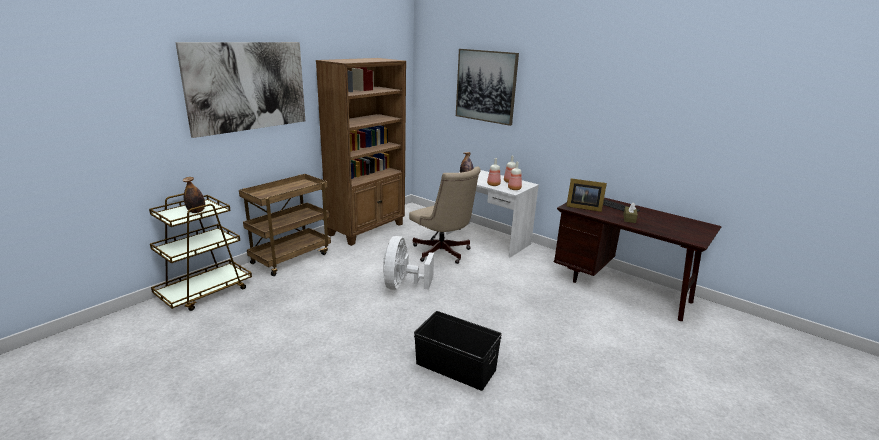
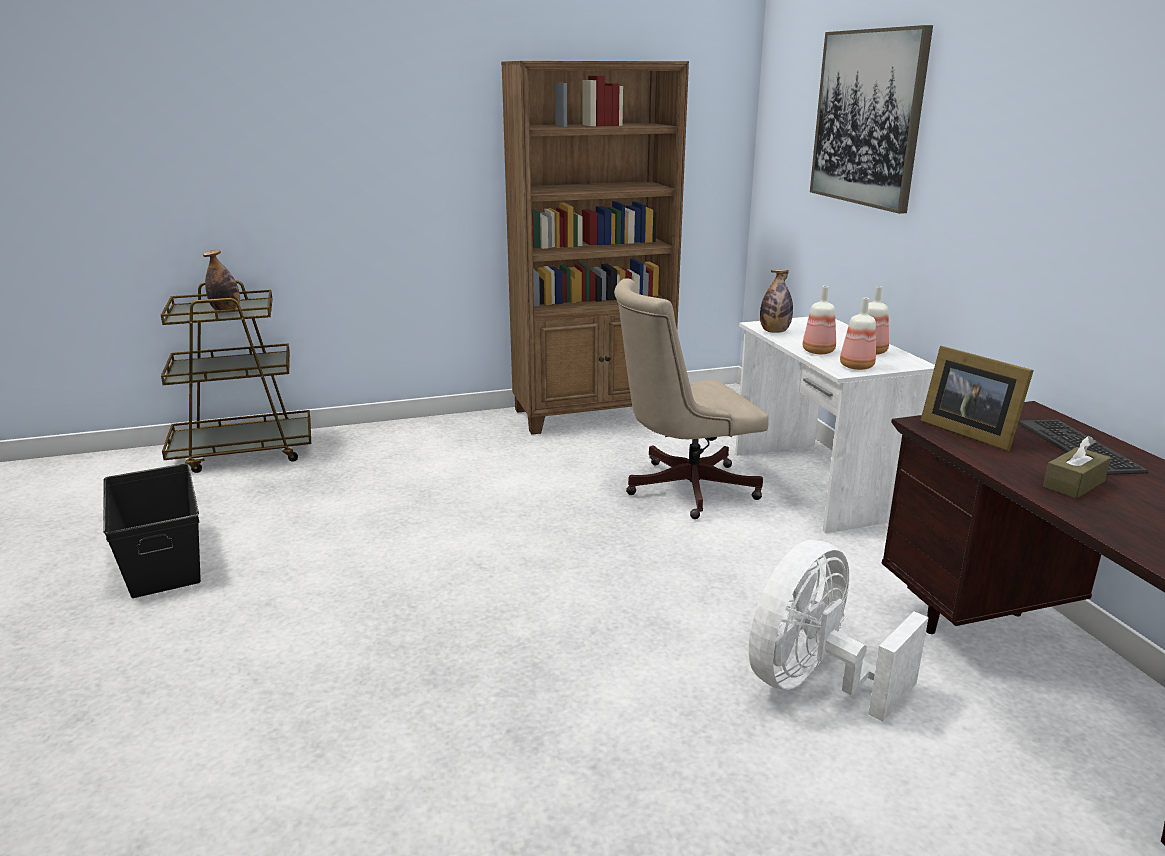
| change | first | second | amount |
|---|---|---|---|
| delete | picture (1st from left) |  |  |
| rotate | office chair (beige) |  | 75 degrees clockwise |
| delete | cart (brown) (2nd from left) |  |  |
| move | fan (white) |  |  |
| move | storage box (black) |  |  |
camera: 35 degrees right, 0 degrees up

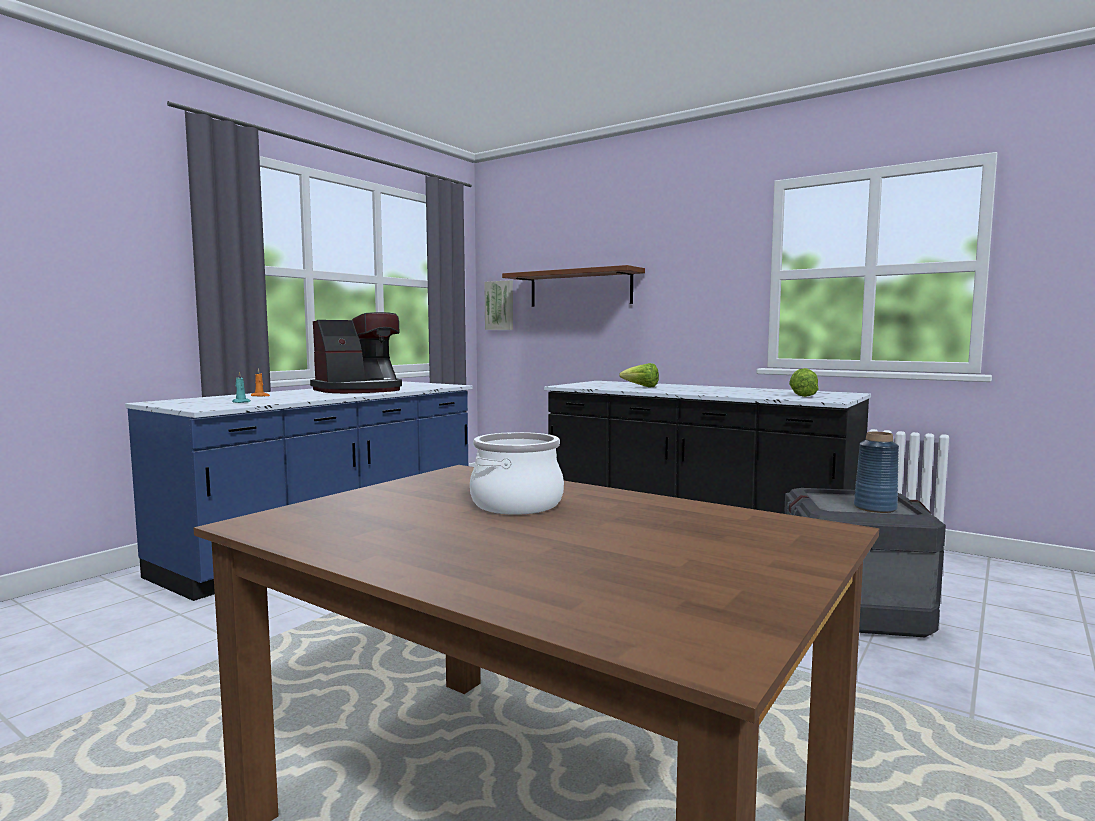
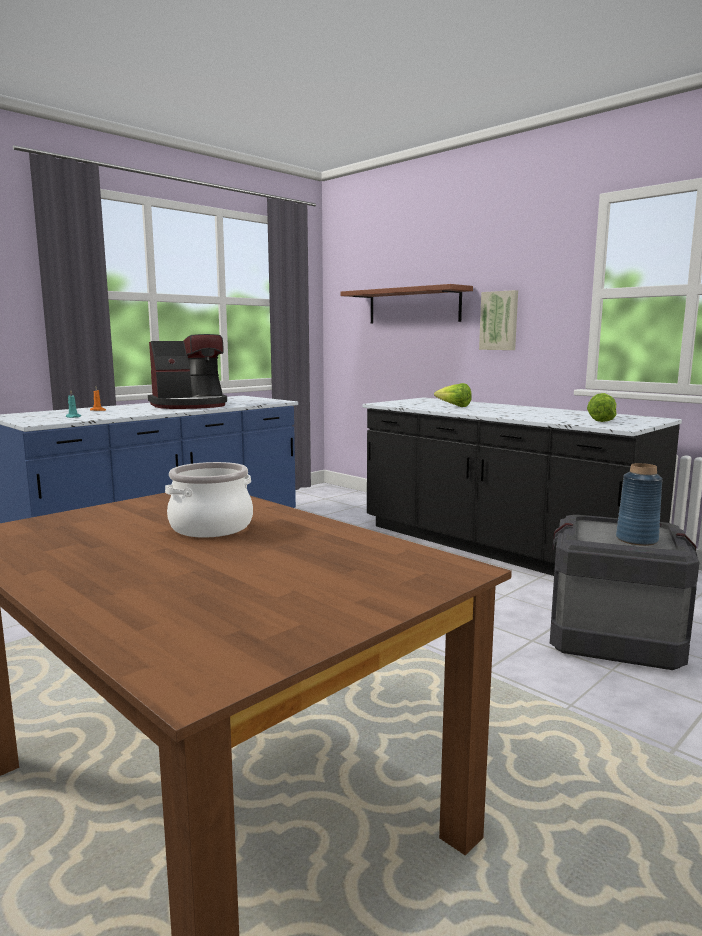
| change | first | second | amount |
|---|---|---|---|
| move | picture |  |  |
camera: 10 degrees right, 5 degrees up

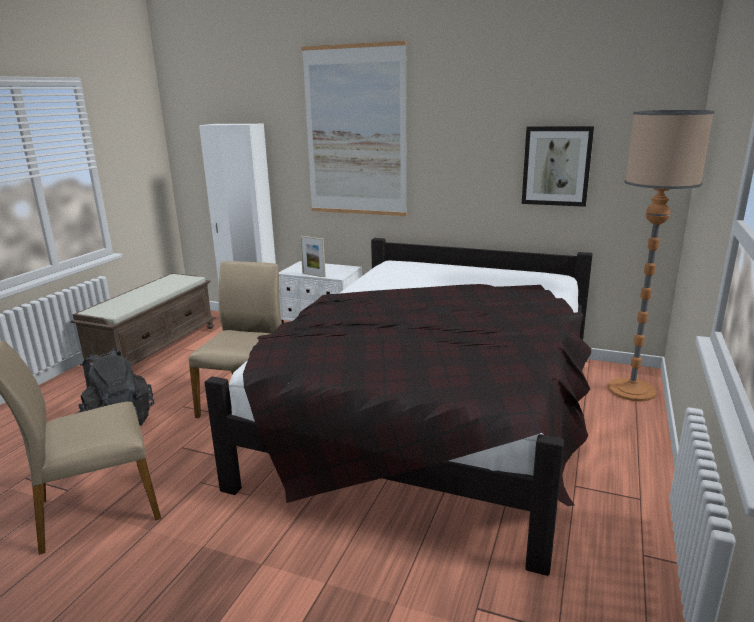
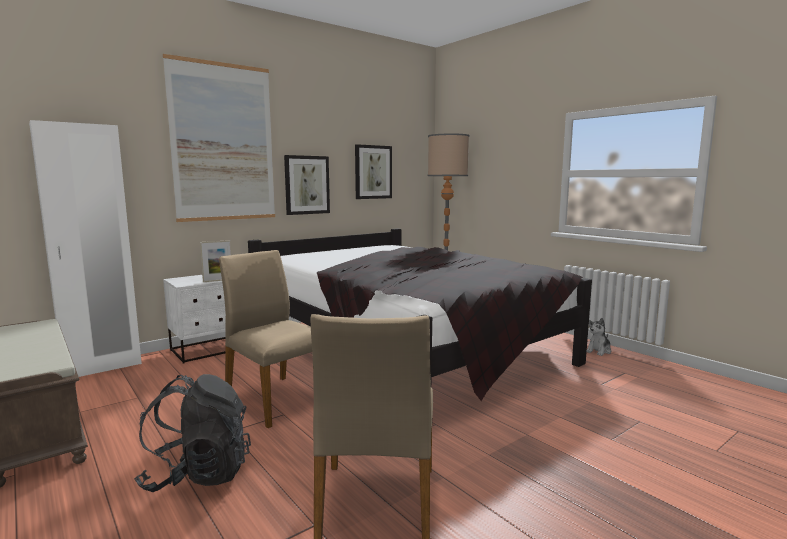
| change | first | second | amount |
|---|---|---|---|
| insert |  | picture (2nd from left) |  |
| insert |  | plush toy |  |
camera: 60 degrees left, 10 degrees down

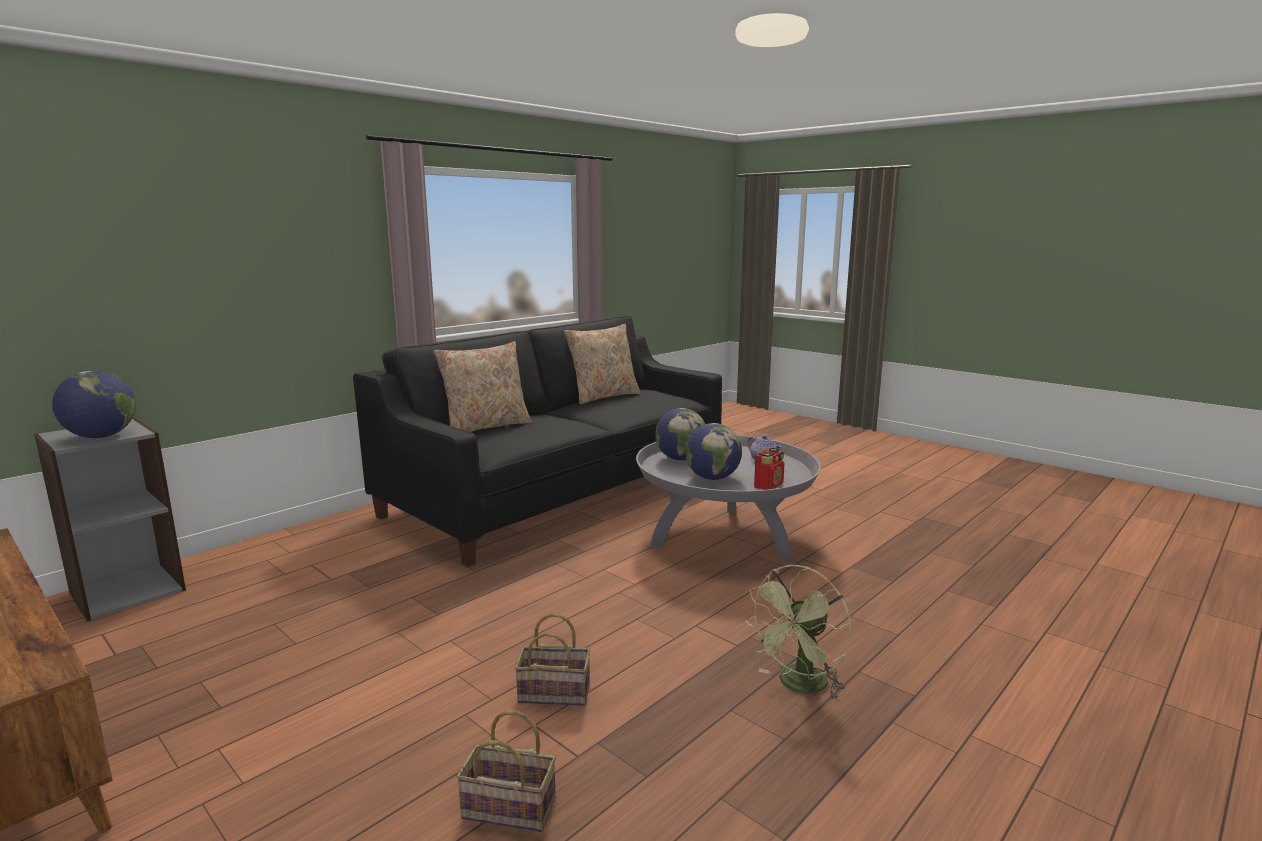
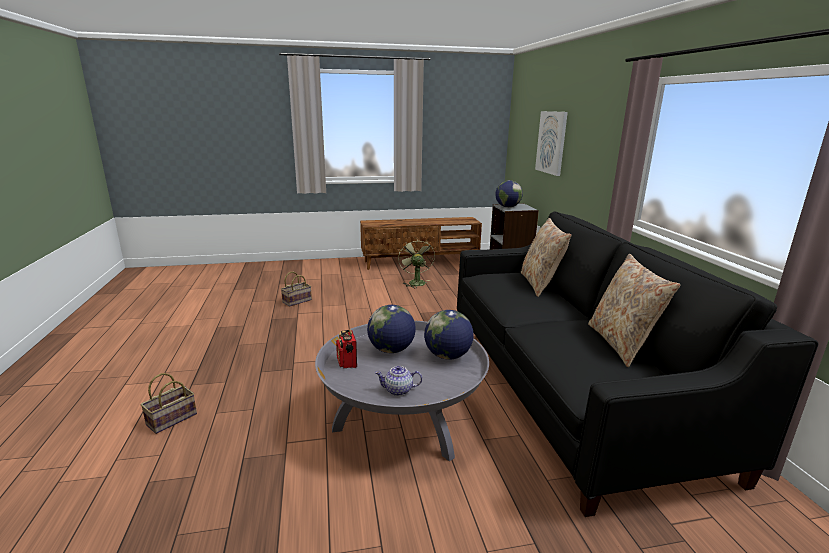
| change | first | second | amount |
|---|---|---|---|
| move | fan (green) |  |  |
| move | basket (2nd from left in the first image) | basket (1st from left) |  |
| insert |  | picture |  |
camera: 125 degrees right, 5 degrees up

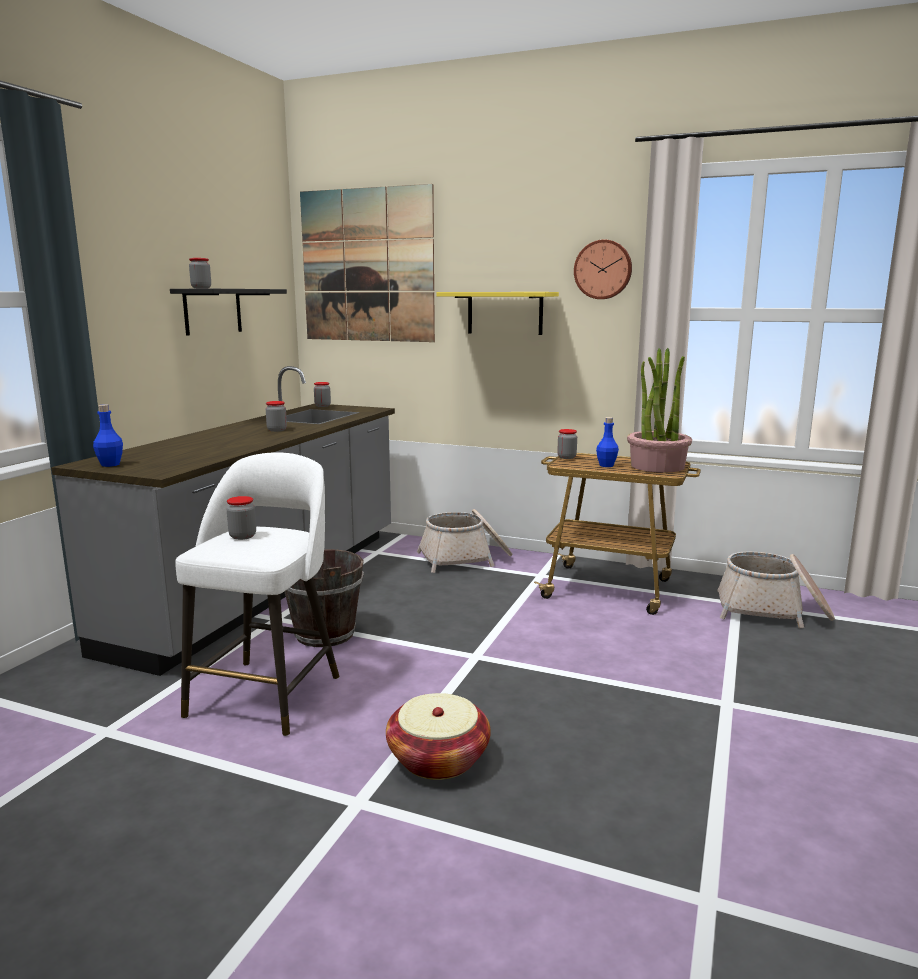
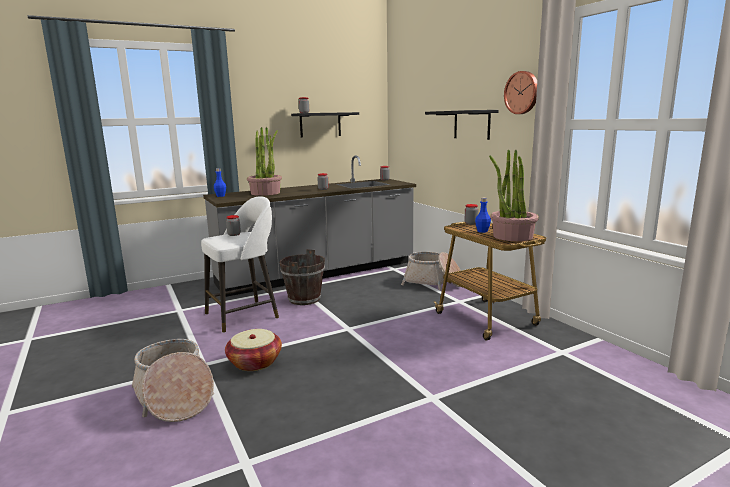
| change | first | second | amount |
|---|---|---|---|
| delete | picture |  |  |
| recolor | shelf (yellow) | shelf (black) (2nd from left) |  |
| move | basket (3rd from left in the first image) | basket (1st from left) |  |
| insert |  | potted plant (1st from left) |  |
camera: 40 degrees right, 0 degrees up

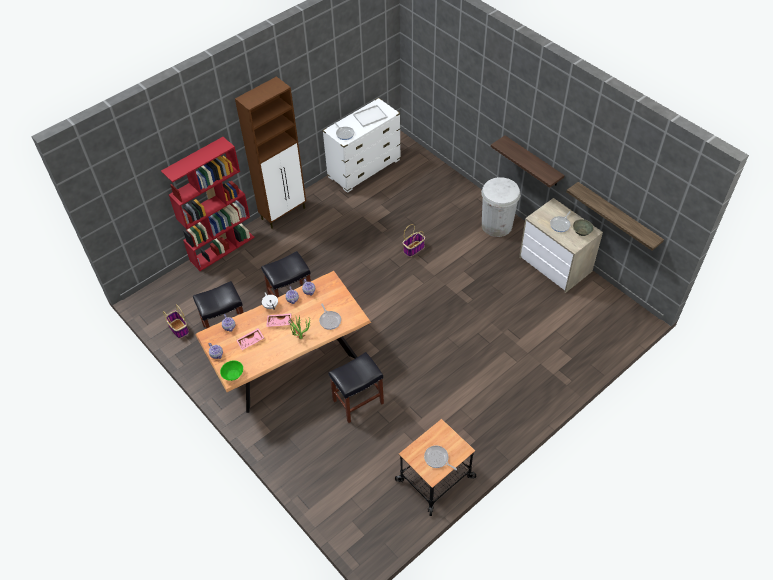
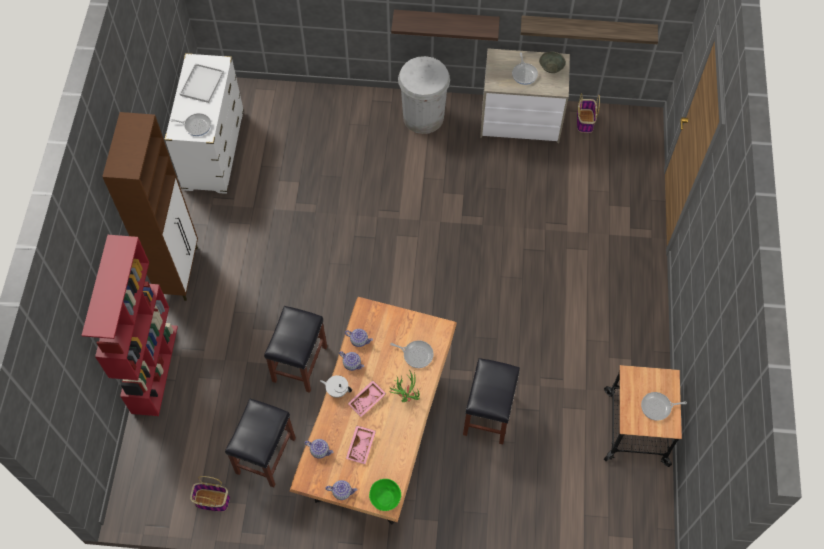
| change | first | second | amount |
|---|---|---|---|
| move | basket (2nd from left) |  |  |
camera: 45 degrees left, 10 degrees up

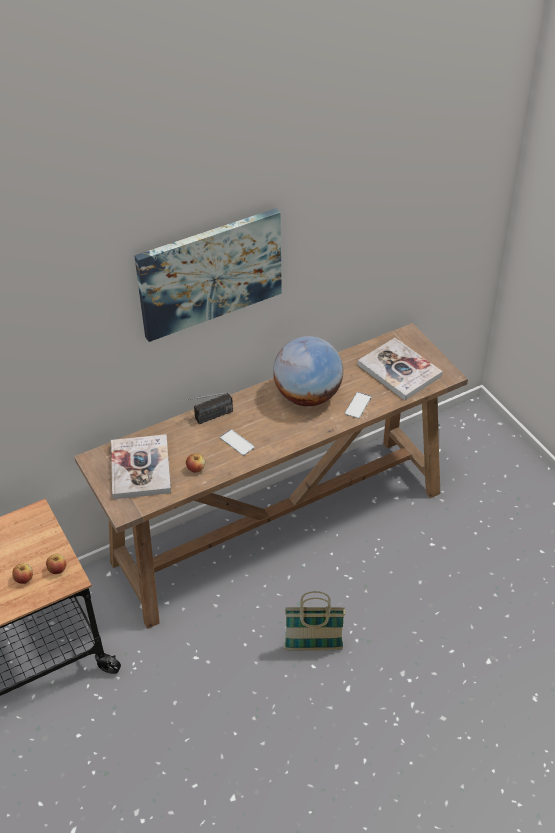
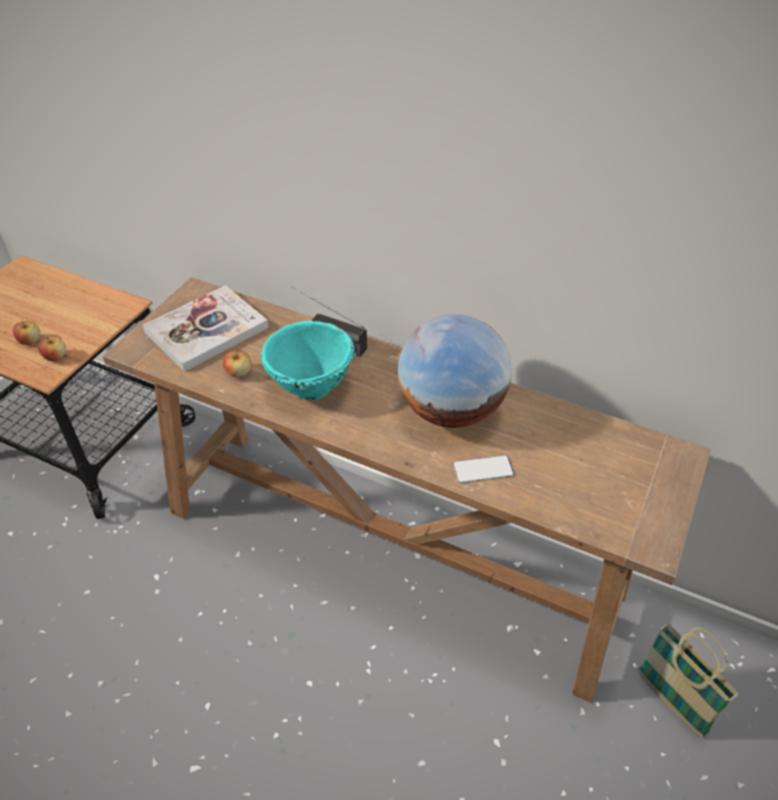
| change | first | second | amount |
|---|---|---|---|
| delete | picture |  |  |
| delete | book (2nd from left) |  |  |
| replace | phone (1st from left) | bowl (turquoise) |  |
| move | basket |  |  |
camera: 55 degrees right, 0 degrees up

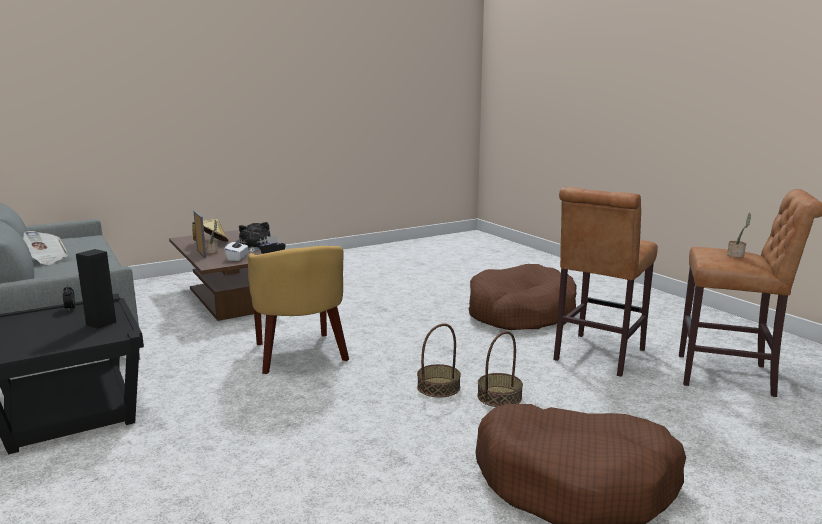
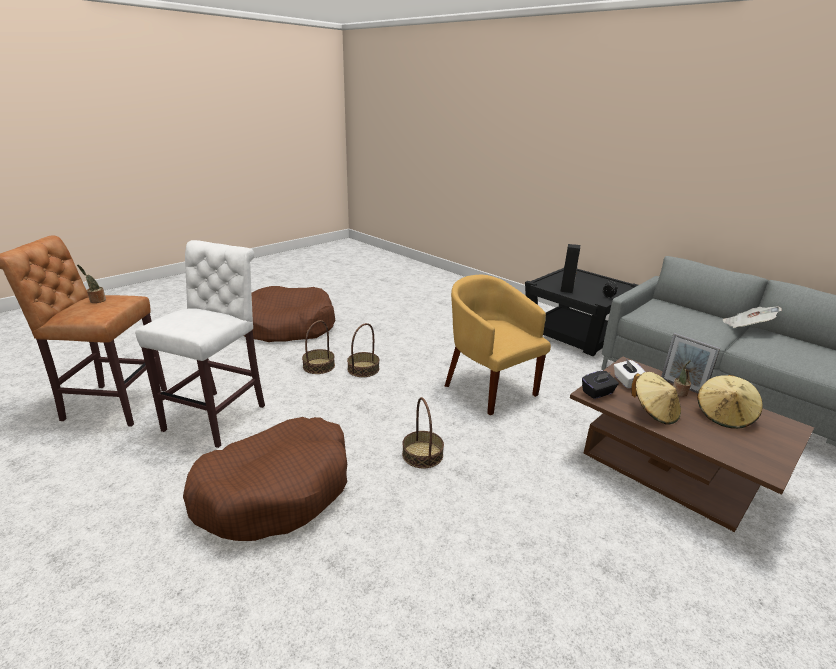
| change | first | second | amount |
|---|---|---|---|
| recolor | stool (brown) (1st from left) | stool (white) |  |
| replace | plush toy | hat (beige) (1st from left) |  |
| insert |  | basket (3rd from left) |  |
camera: 165 degrees right, 10 degrees up

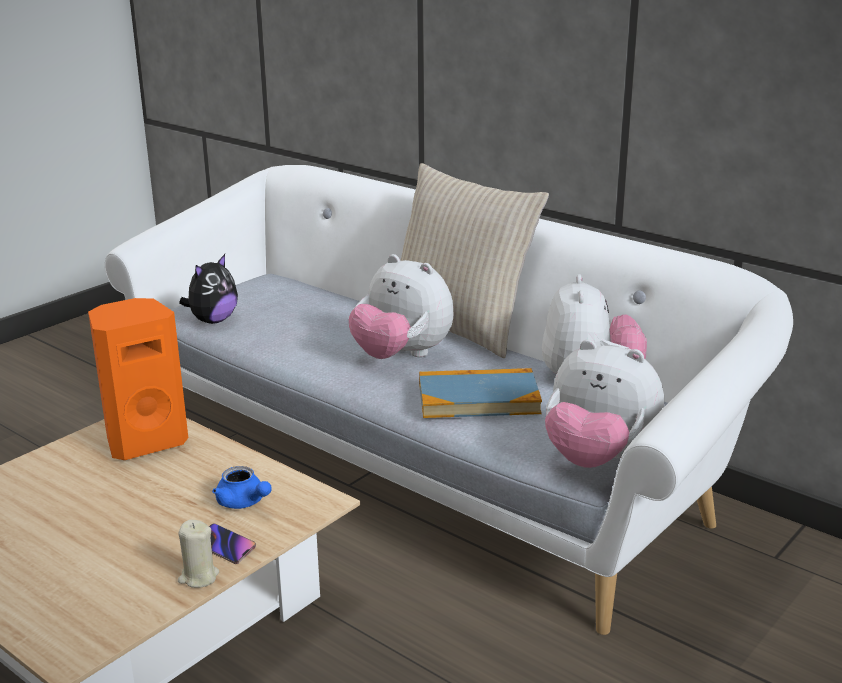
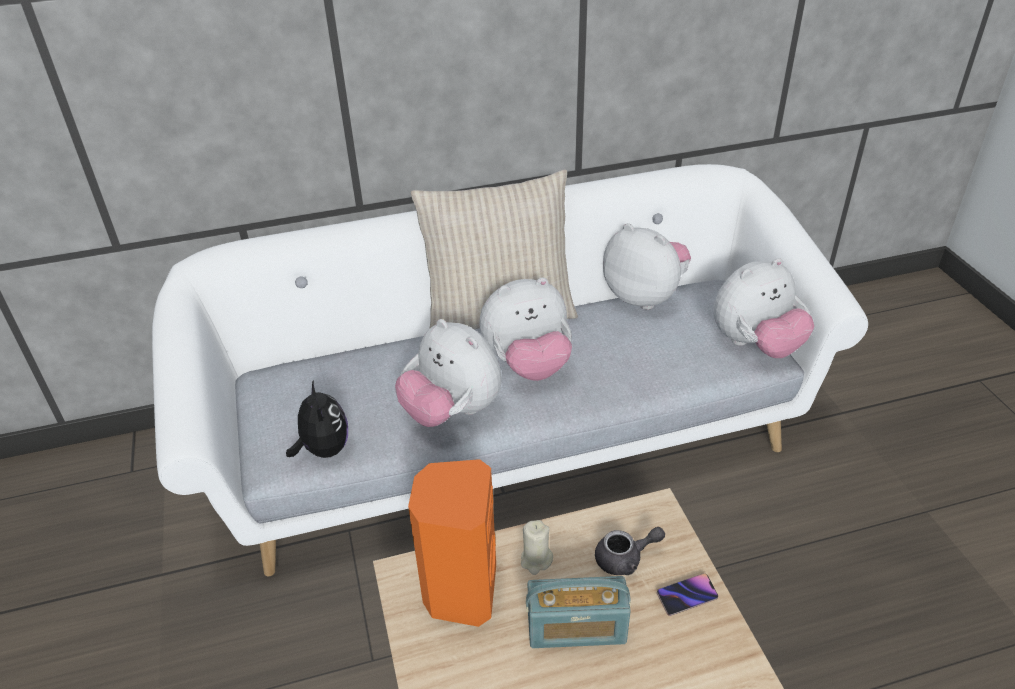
| change | first | second | amount |
|---|---|---|---|
| delete | book |  |  |
| recolor | teapot (blue) | teapot (grey) |  |
| move | candle (beige) |  |  |
| insert |  | plush toy (2nd from left) |  |
| insert |  | radio |  |
camera: 55 degrees left, 15 degrees up

